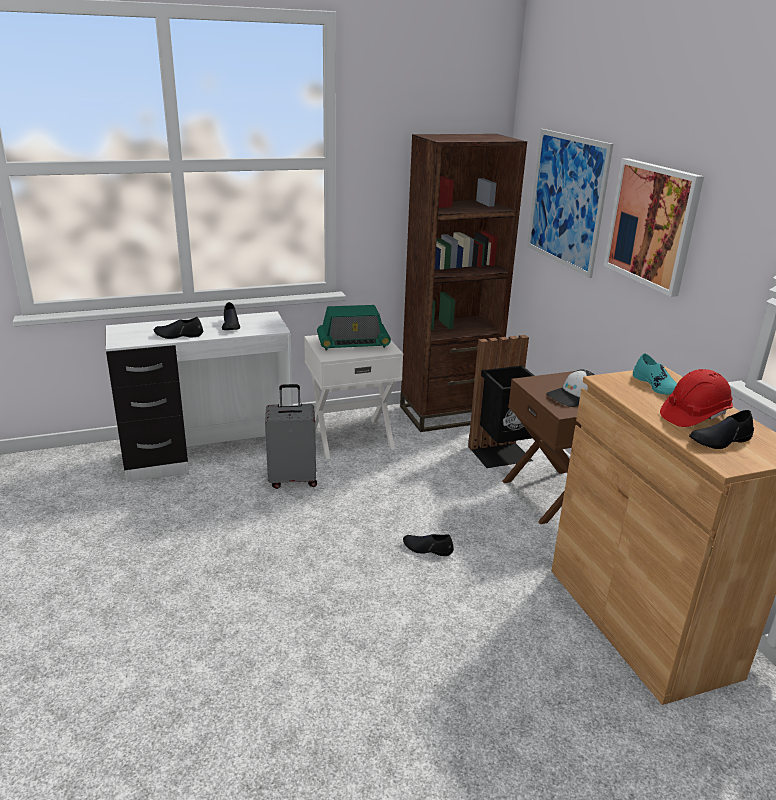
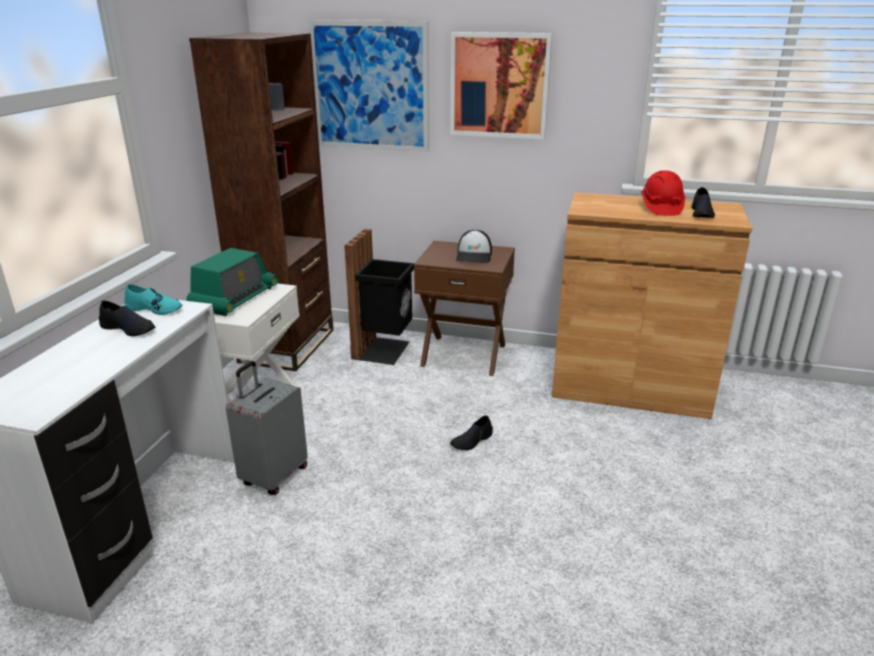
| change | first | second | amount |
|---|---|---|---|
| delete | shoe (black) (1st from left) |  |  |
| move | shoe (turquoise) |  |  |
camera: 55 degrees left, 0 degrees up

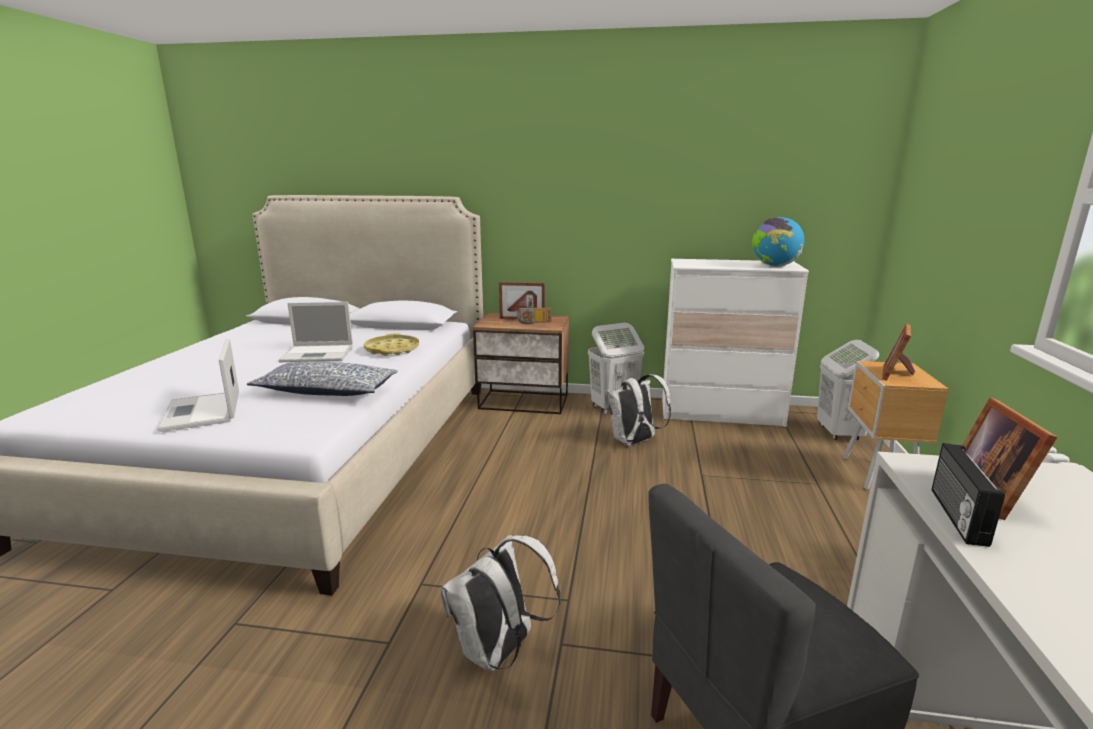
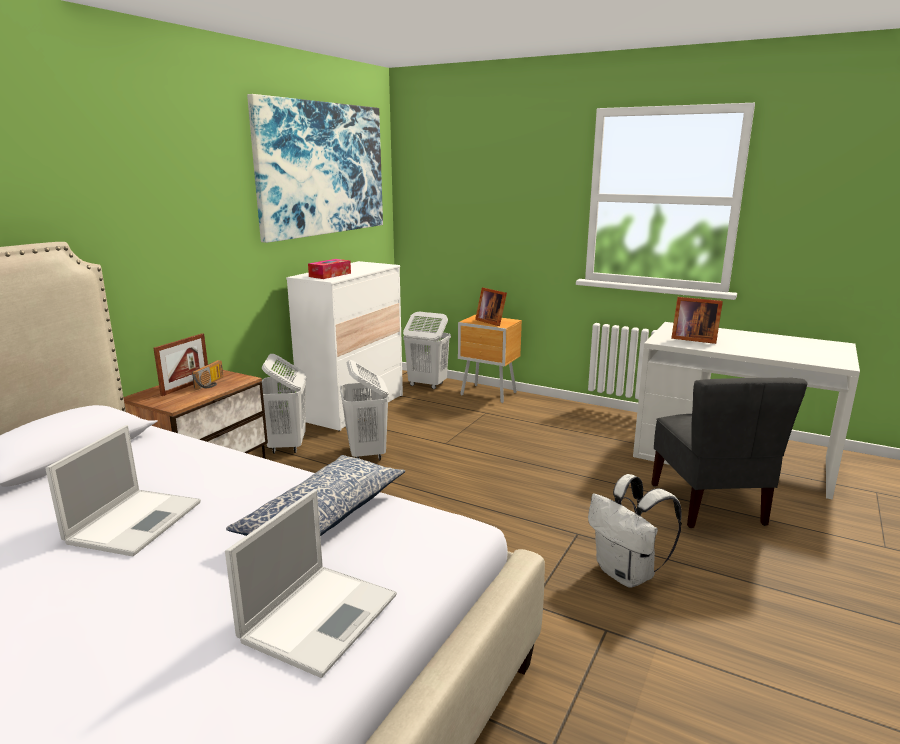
| change | first | second | amount |
|---|---|---|---|
| delete | globe |  |  |
| delete | tray (yellow) |  |  |
| rotate | laptop (1st from left in the first image) | laptop (2nd from left) | 60 degrees counterclockwise |
| replace | backpack (white) (2nd from left) | laundry basket (white) (2nd from left) |  |
| delete | radio (2nd from left) |  |  |
| insert |  | picture |  |
| insert |  | tissue box |  |
camera: 70 degrees left, 0 degrees up

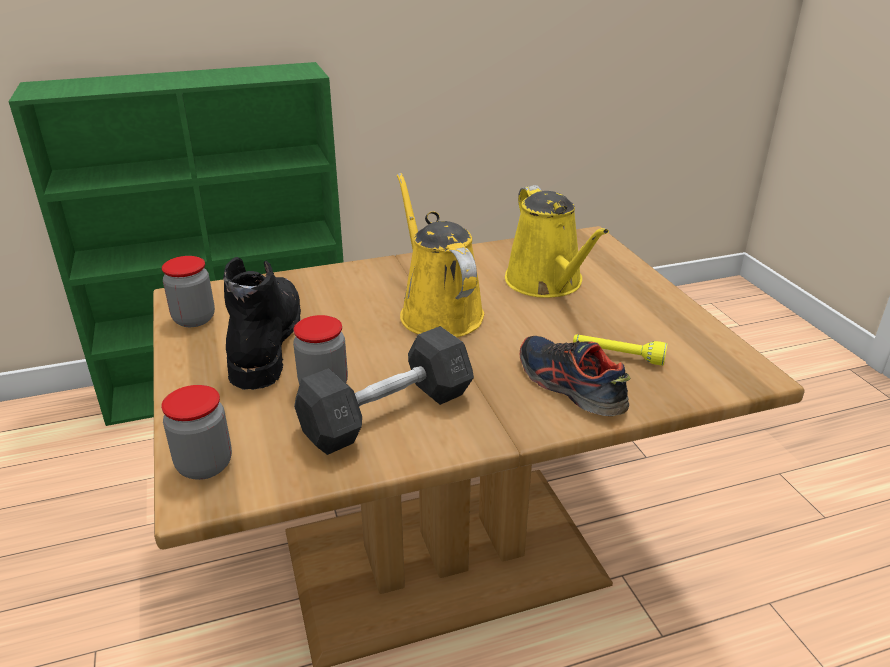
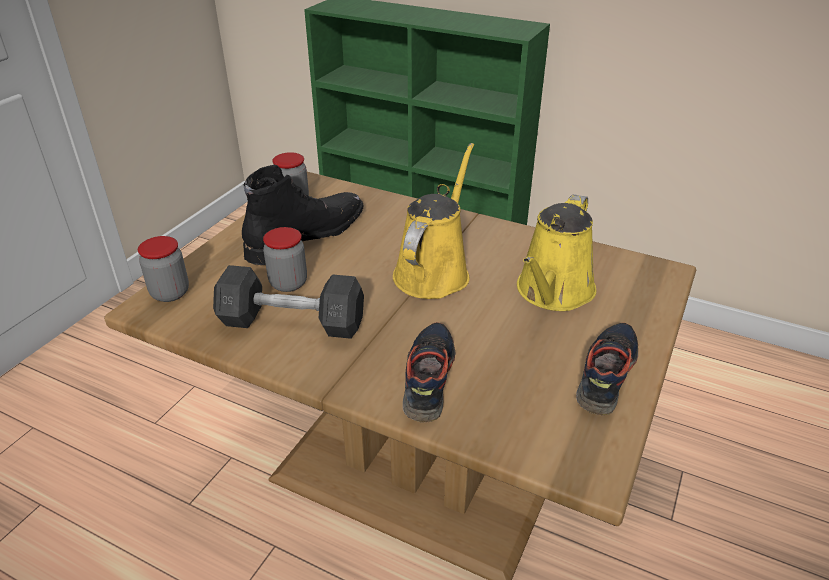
| change | first | second | amount |
|---|---|---|---|
| delete | flashlight (yellow) |  |  |
| insert |  | shoe (2nd from left) |  |
camera: 45 degrees right, 5 degrees up

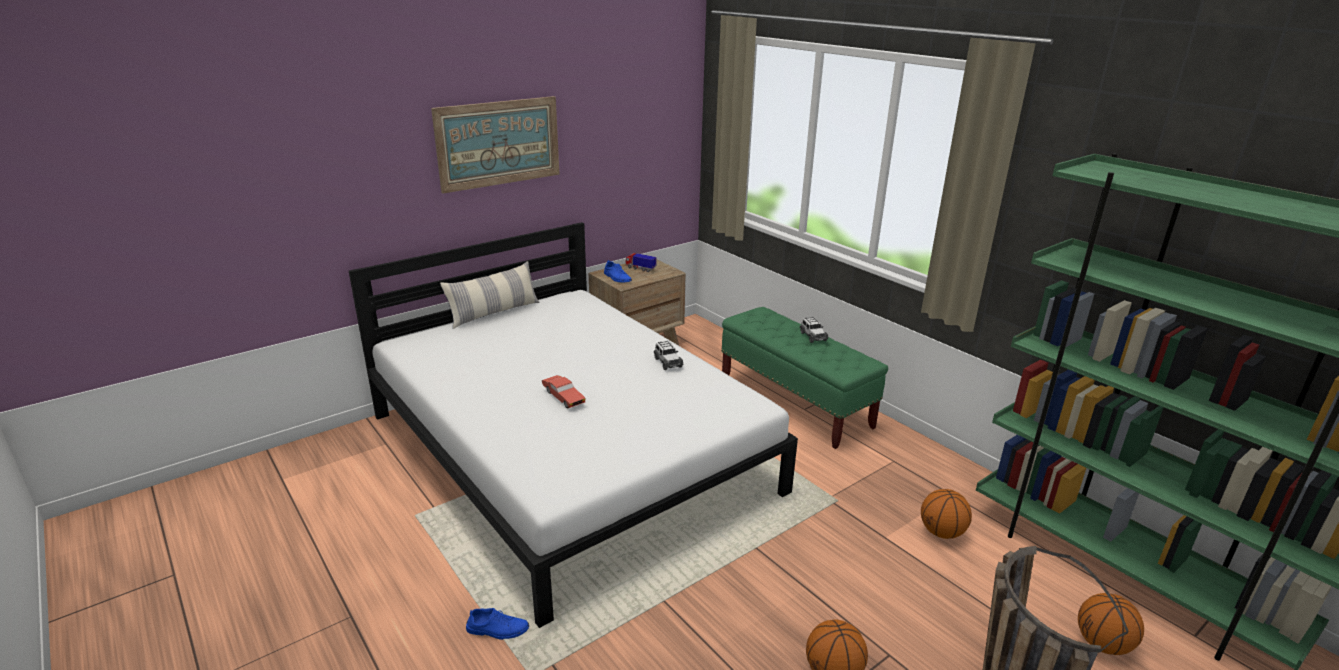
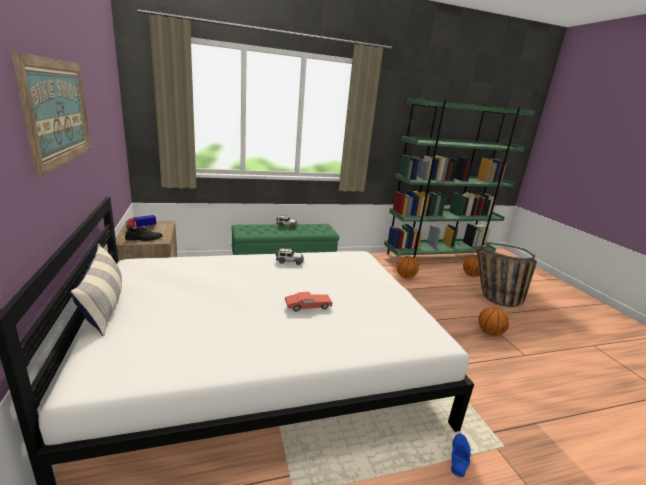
| change | first | second | amount |
|---|---|---|---|
| recolor | shoe (blue) (2nd from left) | shoe (black) |  |
camera: 70 degrees left, 5 degrees down

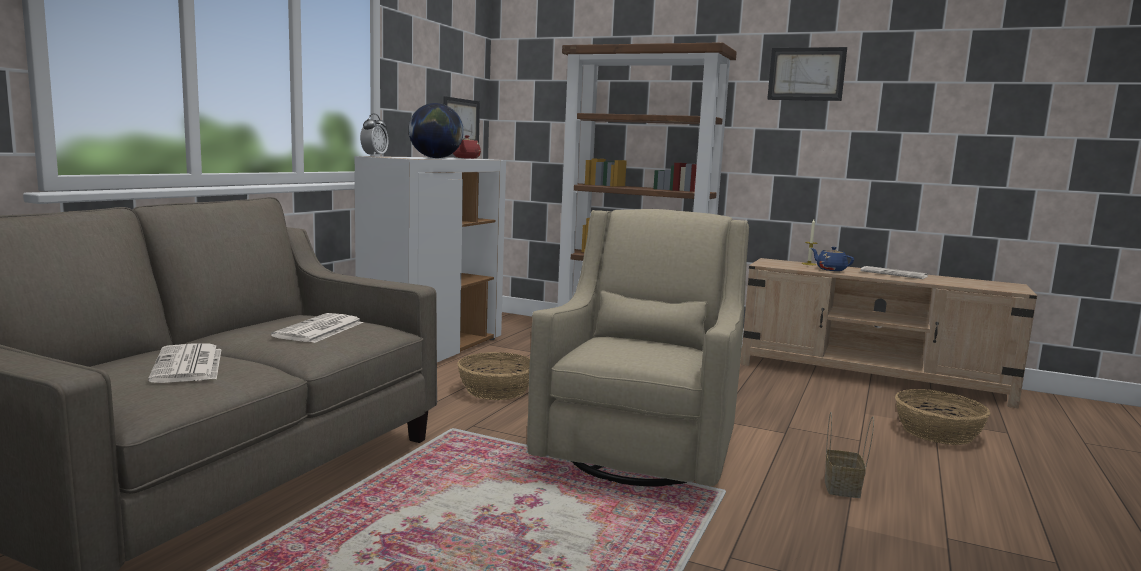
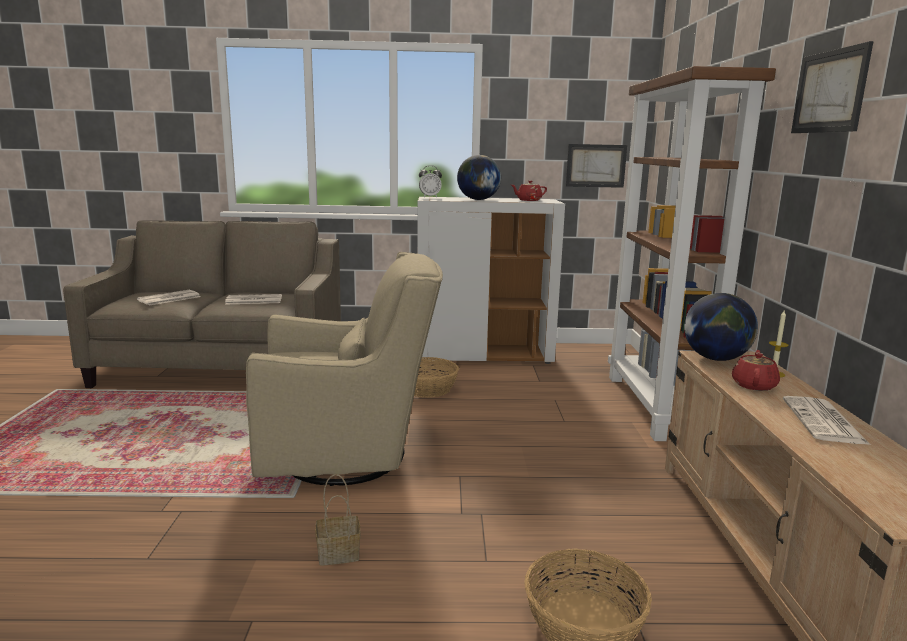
| change | first | second | amount |
|---|---|---|---|
| recolor | teapot (blue) | teapot (red) (2nd from left) |  |
| insert |  | globe (2nd from left) |  |
camera: 65 degrees right, 5 degrees up

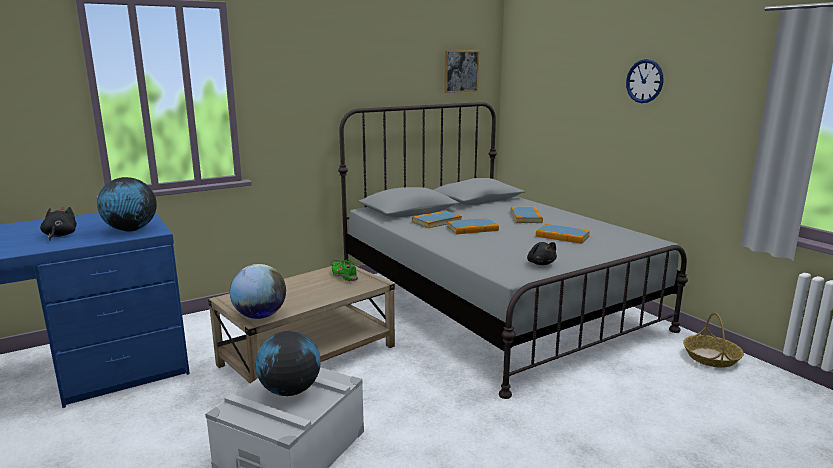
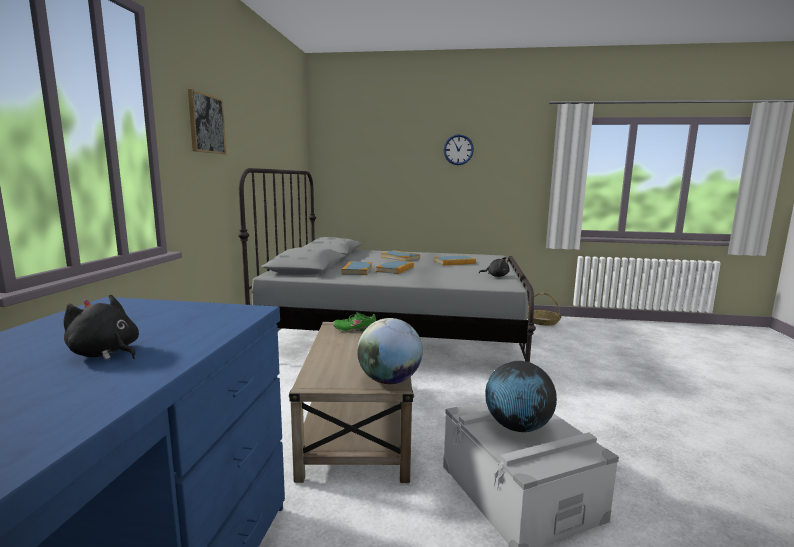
| change | first | second | amount |
|---|---|---|---|
| move | picture |  |  |
| delete | globe (1st from left) |  |  |
camera: 50 degrees left, 5 degrees down

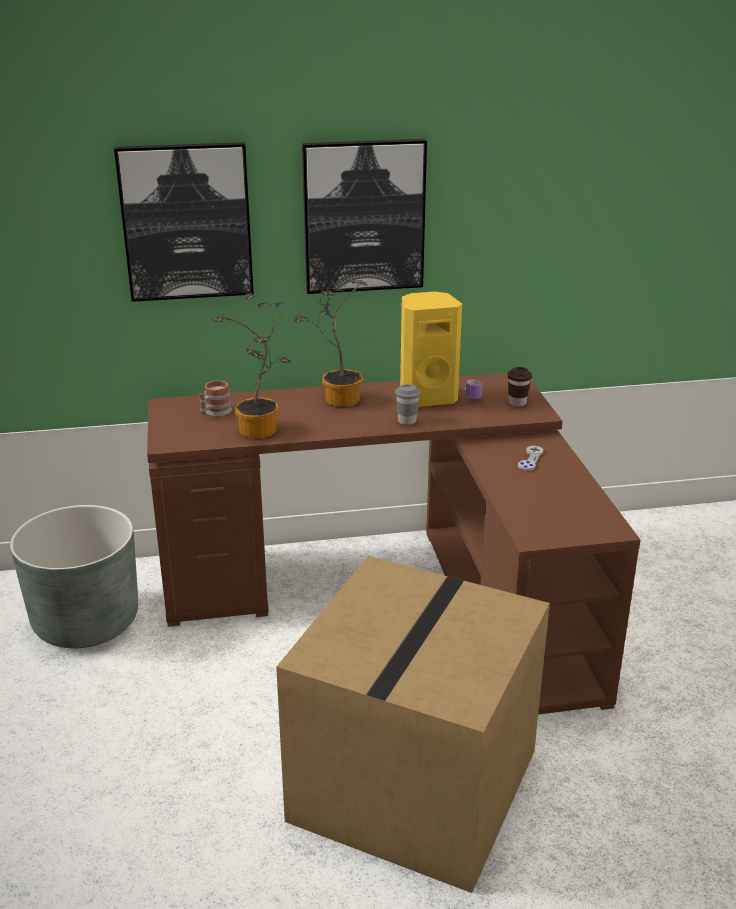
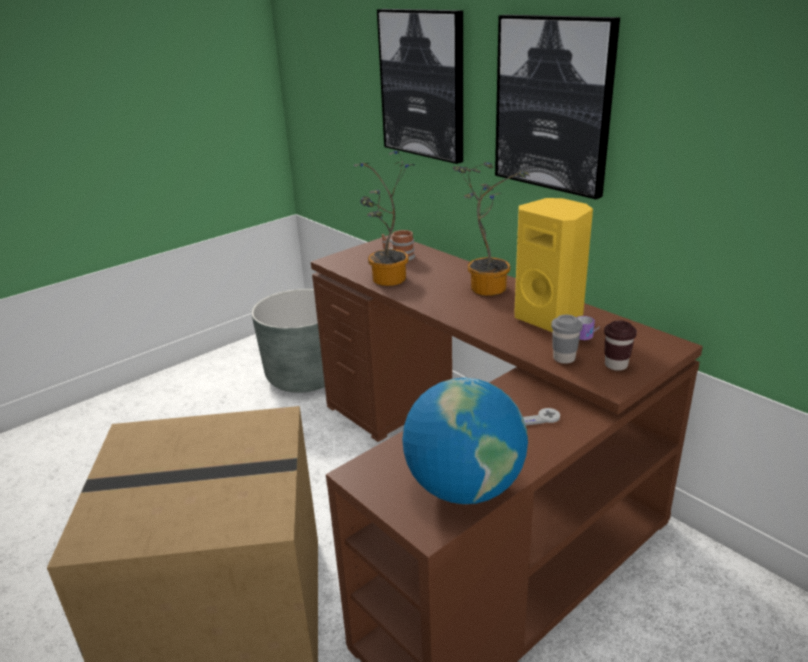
| change | first | second | amount |
|---|---|---|---|
| move | cup (grey) |  |  |
| insert |  | globe |  |
camera: 60 degrees right, 0 degrees up

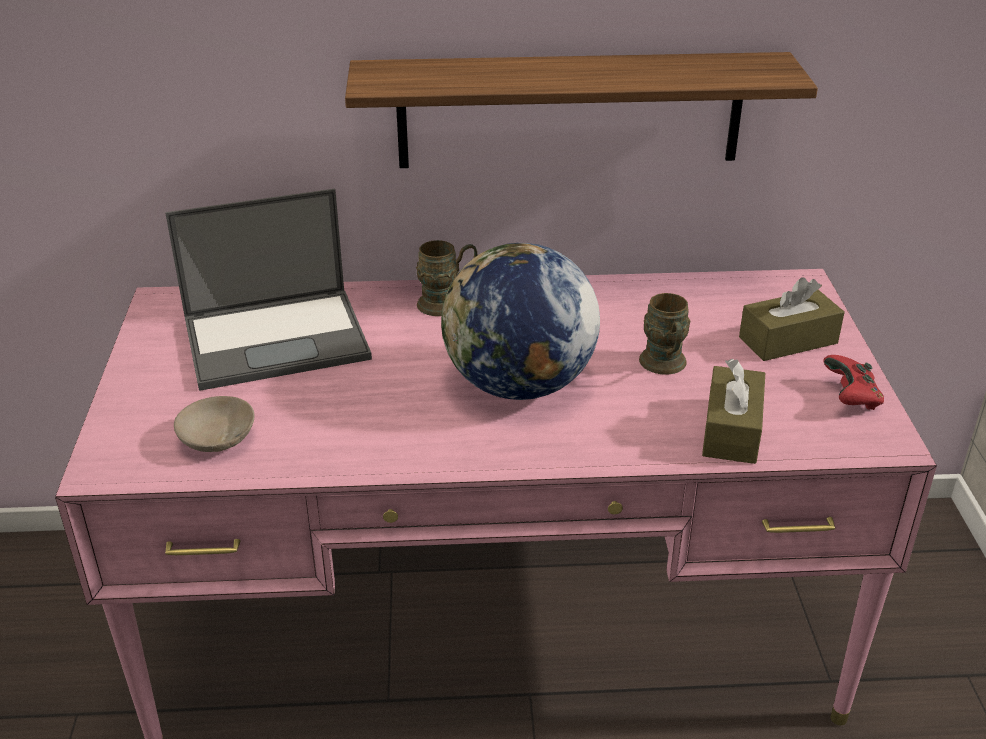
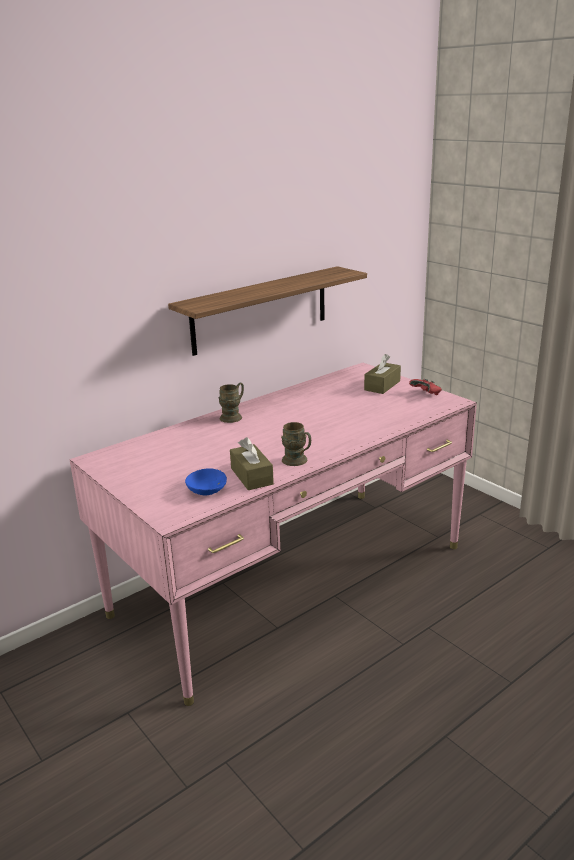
| change | first | second | amount |
|---|---|---|---|
| delete | laptop |  |  |
| delete | globe |  |  |
| move | mug (brown) (2nd from left) |  |  |
| move | tissue box (brown) (1st from left) |  |  |
| recolor | bowl (beige) | bowl (blue) |  |
camera: 35 degrees left, 10 degrees down

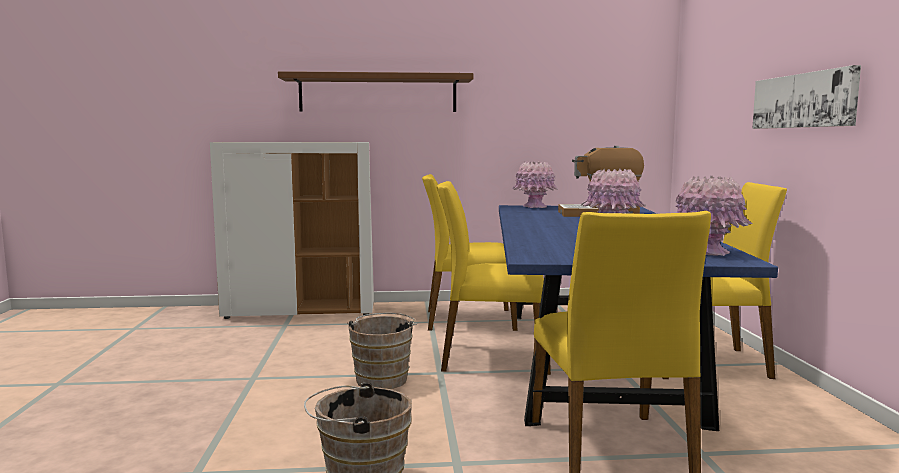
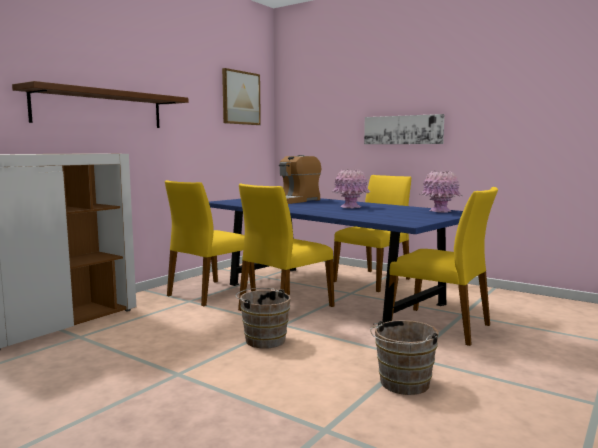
| change | first | second | amount |
|---|---|---|---|
| delete | vase (pink) (1st from left) |  |  |
| insert |  | picture (1st from left) |  |
camera: 50 degrees left, 0 degrees up

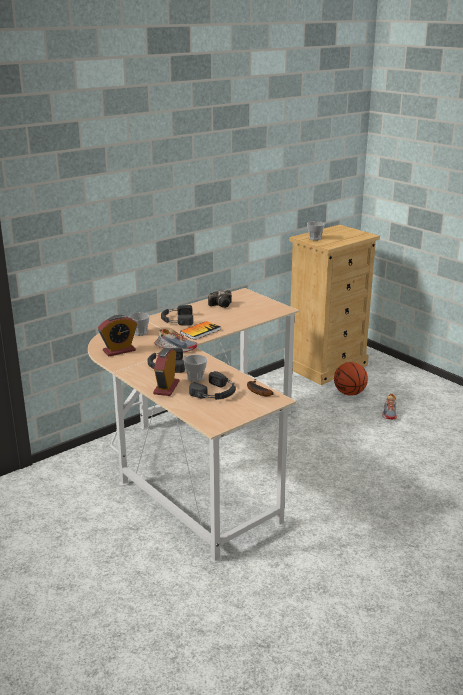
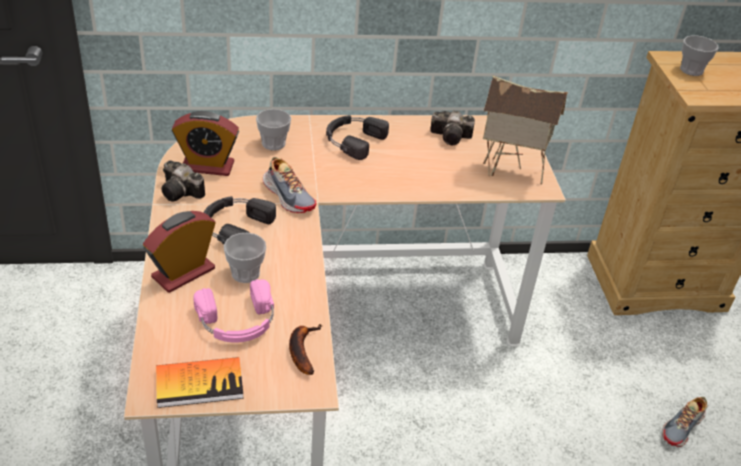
| change | first | second | amount |
|---|---|---|---|
| move | book |  |  |
| delete | basketball |  |  |
| recolor | headphones (black) (3rd from left) | headphones (pink) |  |
| insert |  | toy house |  |
| insert |  | photo camera (1st from left) |  |
camera: 30 degrees right, 15 degrees up

